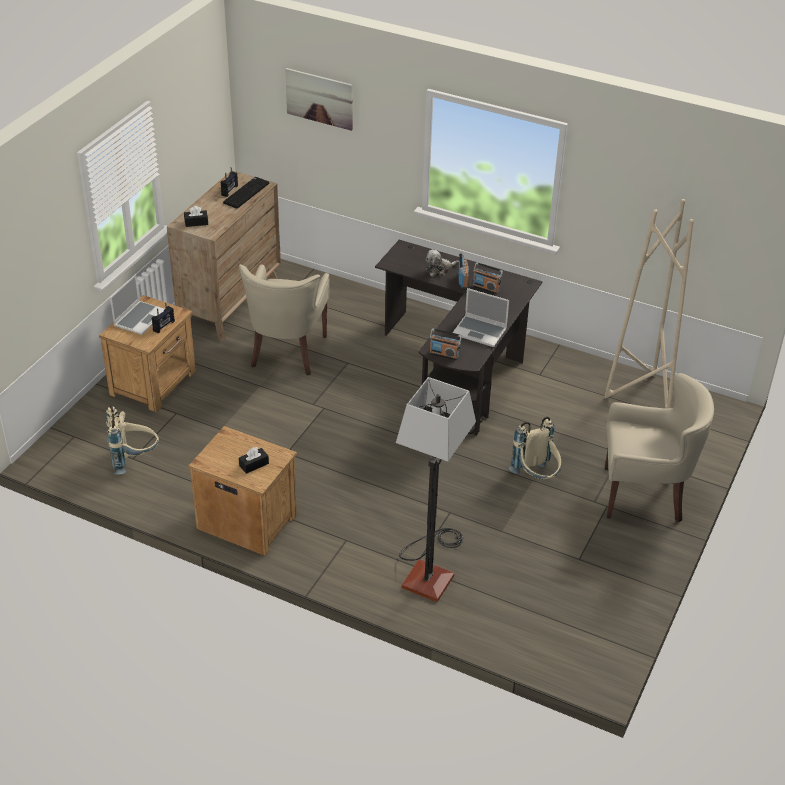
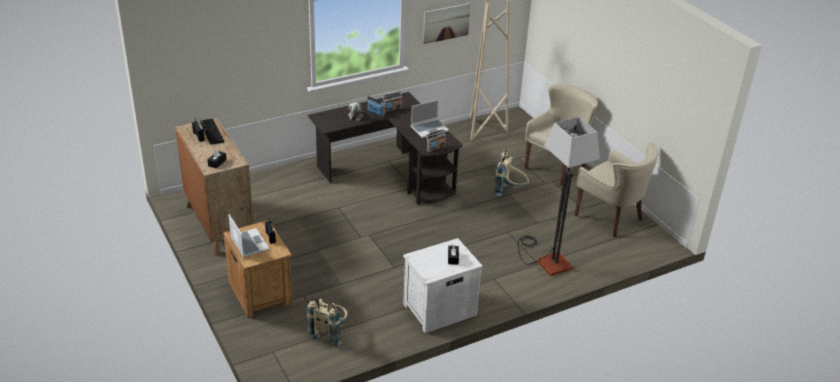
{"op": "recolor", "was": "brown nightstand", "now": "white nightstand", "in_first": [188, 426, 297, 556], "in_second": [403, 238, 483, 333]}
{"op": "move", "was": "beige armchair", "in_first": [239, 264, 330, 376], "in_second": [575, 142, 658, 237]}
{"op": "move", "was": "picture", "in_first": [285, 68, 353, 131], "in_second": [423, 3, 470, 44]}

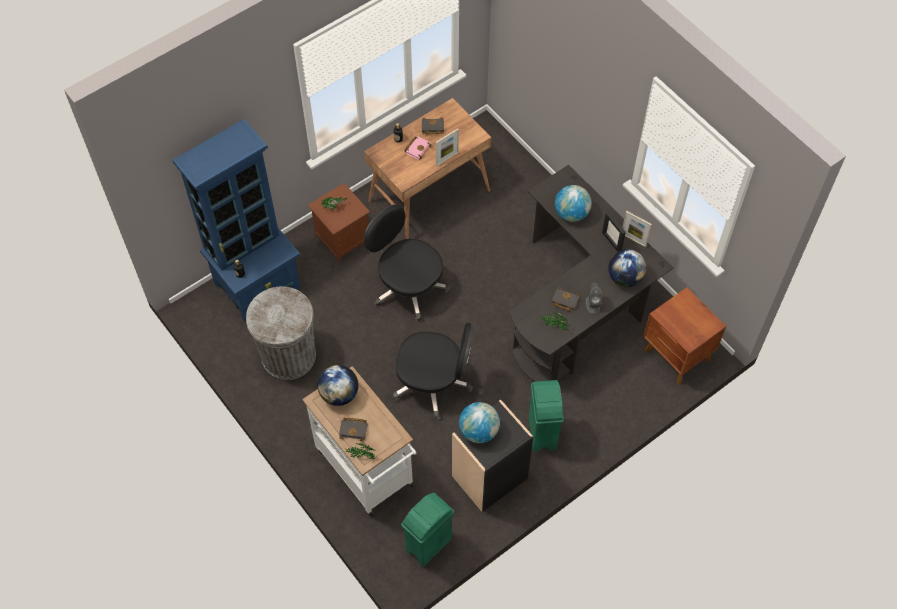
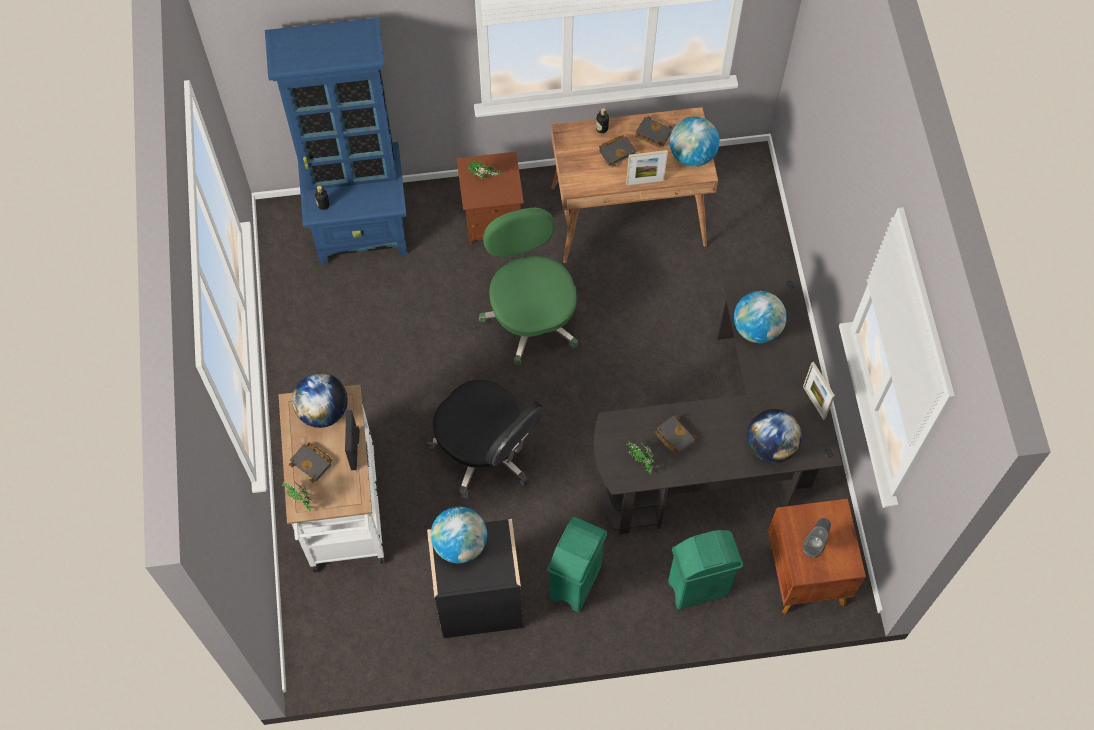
{"op": "delete", "was": "grey trash can", "in_first": [246, 286, 316, 380]}
{"op": "recolor", "was": "black office chair", "now": "green office chair", "in_first": [364, 205, 450, 322], "in_second": [479, 208, 579, 366]}
{"op": "move", "was": "green trash can", "in_first": [401, 493, 454, 567], "in_second": [668, 530, 743, 610]}
{"op": "recolor", "was": "pink book", "now": "black book", "in_first": [404, 136, 432, 160], "in_second": [599, 135, 636, 167]}
{"op": "move", "was": "grey speaker", "in_first": [586, 283, 602, 314], "in_second": [803, 518, 831, 558]}
{"op": "move", "was": "picture frame", "in_first": [602, 212, 626, 252], "in_second": [345, 410, 360, 470]}
{"op": "insert", "now": "globe", "in_second": [669, 117, 719, 167]}

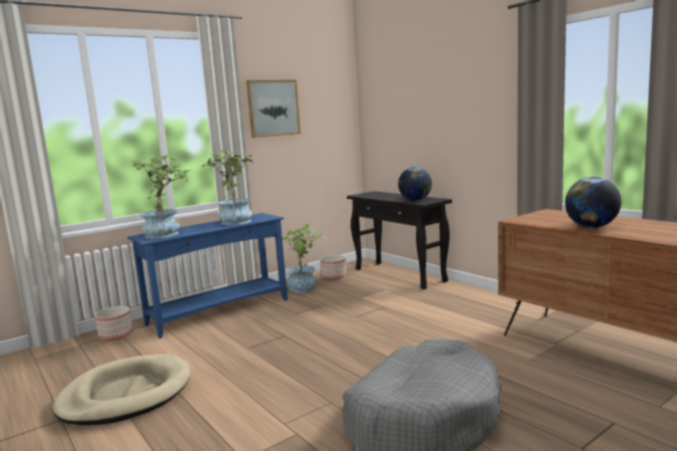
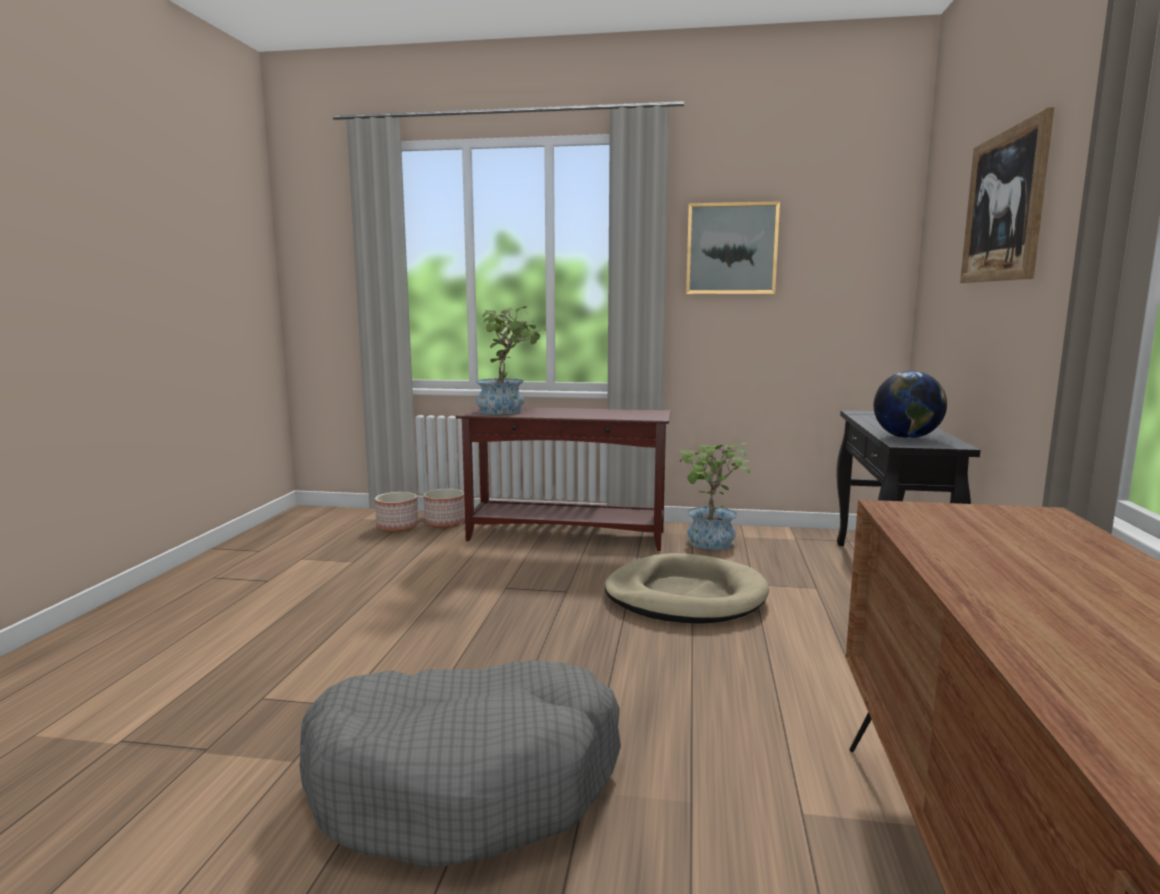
{"op": "move", "was": "beige dog bed", "in_first": [53, 354, 190, 425], "in_second": [605, 553, 769, 624]}
{"op": "recolor", "was": "blue console table", "now": "brown console table", "in_first": [127, 213, 288, 338], "in_second": [456, 406, 671, 551]}
{"op": "delete", "was": "potted plant", "in_first": [202, 150, 254, 225]}
{"op": "move", "was": "planter", "in_first": [320, 255, 347, 280], "in_second": [375, 492, 418, 532]}
{"op": "delete", "was": "globe", "in_first": [565, 177, 621, 228]}
{"op": "insert", "now": "picture", "in_second": [960, 107, 1054, 283]}

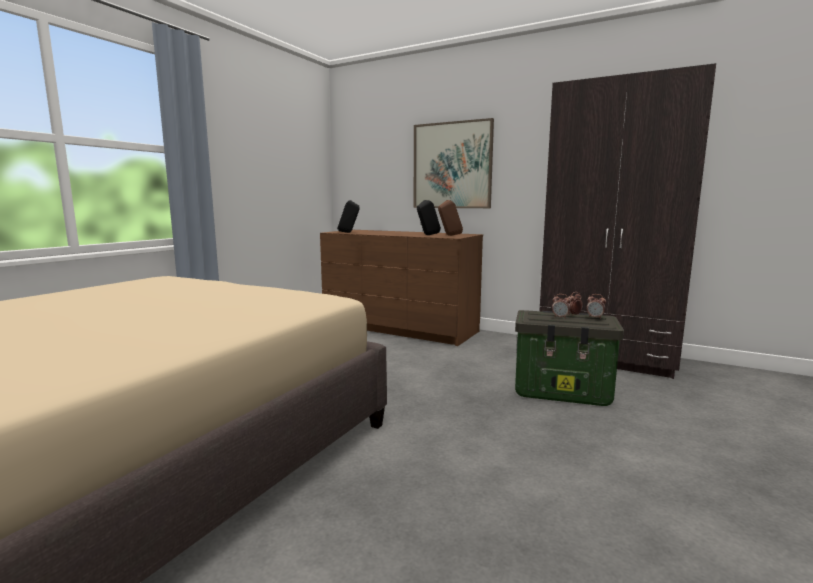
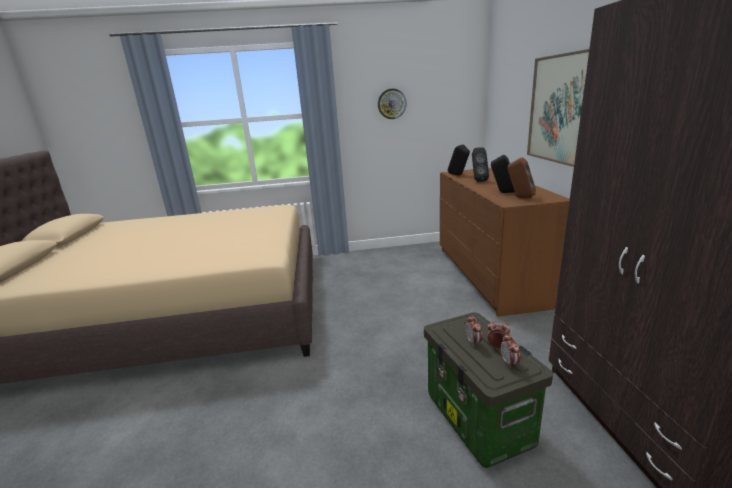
{"op": "insert", "now": "wall clock", "in_second": [378, 89, 406, 119]}
{"op": "insert", "now": "black speaker", "in_second": [472, 147, 489, 182]}

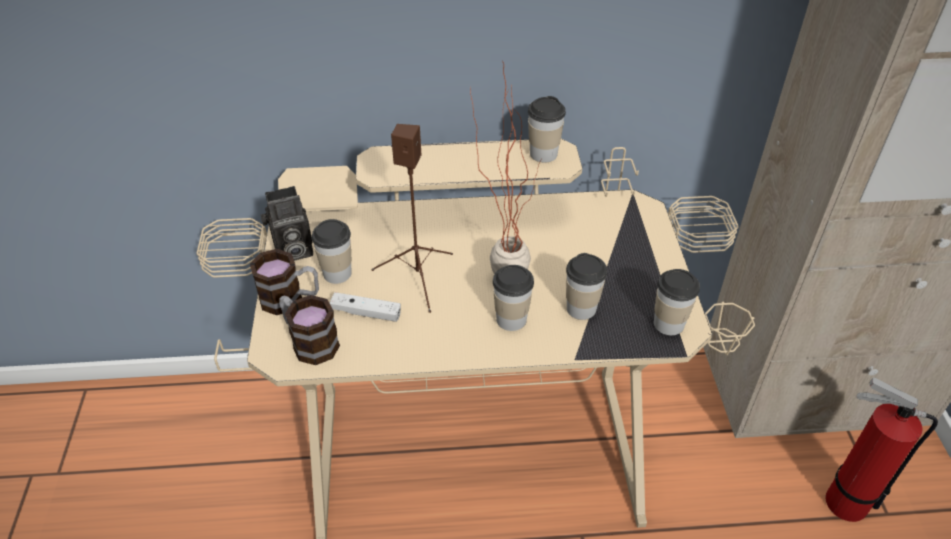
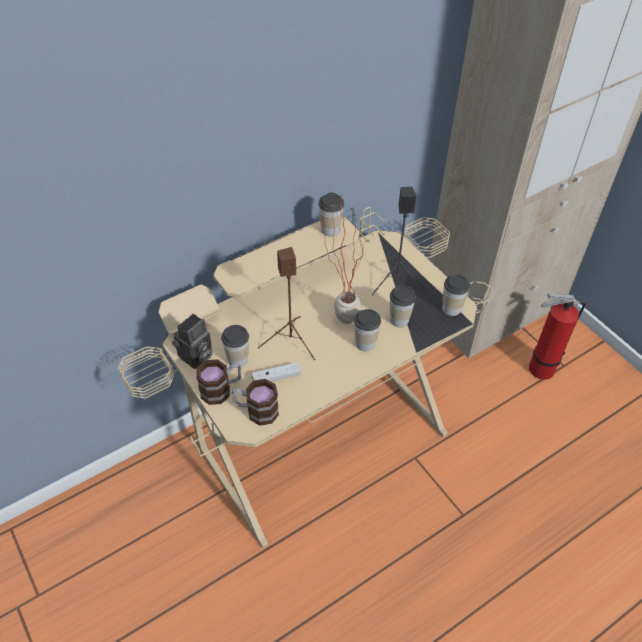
{"op": "insert", "now": "black speaker", "in_second": [372, 187, 426, 295]}

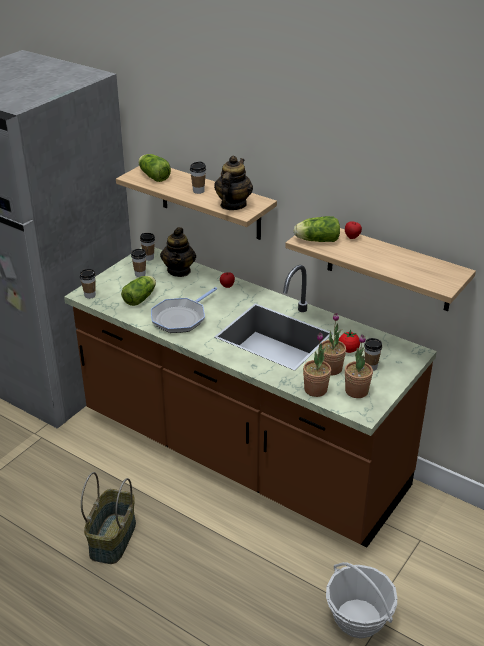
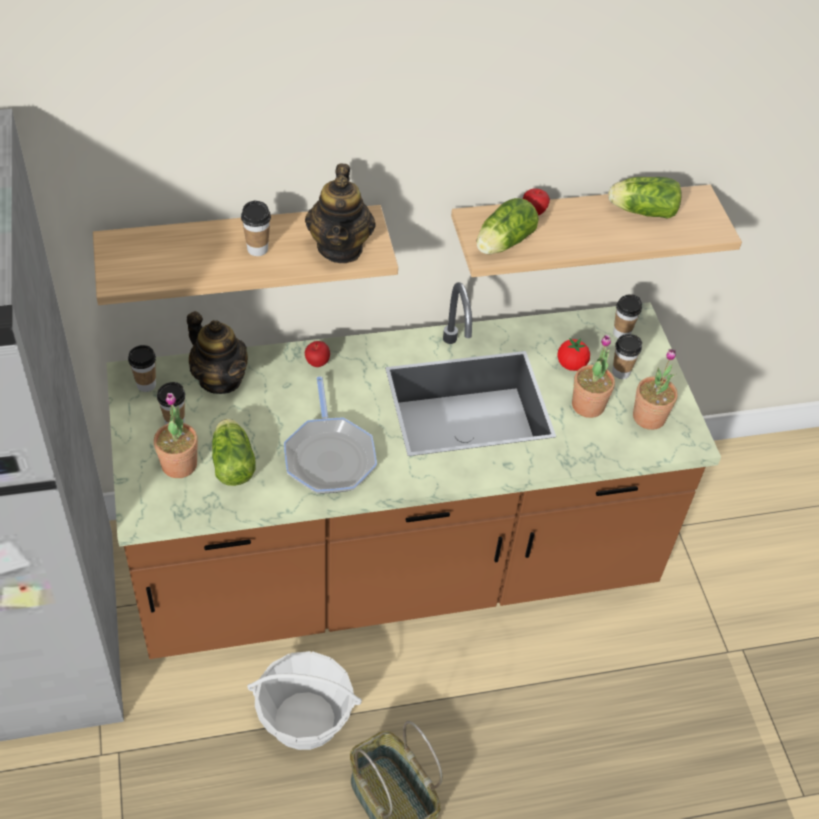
{"op": "move", "was": "cup", "in_first": [80, 269, 96, 299], "in_second": [613, 294, 642, 338]}
{"op": "move", "was": "lettuce", "in_first": [138, 154, 171, 182], "in_second": [608, 177, 682, 219]}
{"op": "rotate", "was": "teapot", "in_first": [214, 156, 253, 210], "in_second": [305, 164, 376, 263], "clockwise": -150}
{"op": "move", "was": "potted plant", "in_first": [303, 332, 331, 397], "in_second": [154, 393, 198, 478]}
{"op": "move", "was": "basket", "in_first": [326, 562, 398, 639], "in_second": [247, 651, 362, 750]}

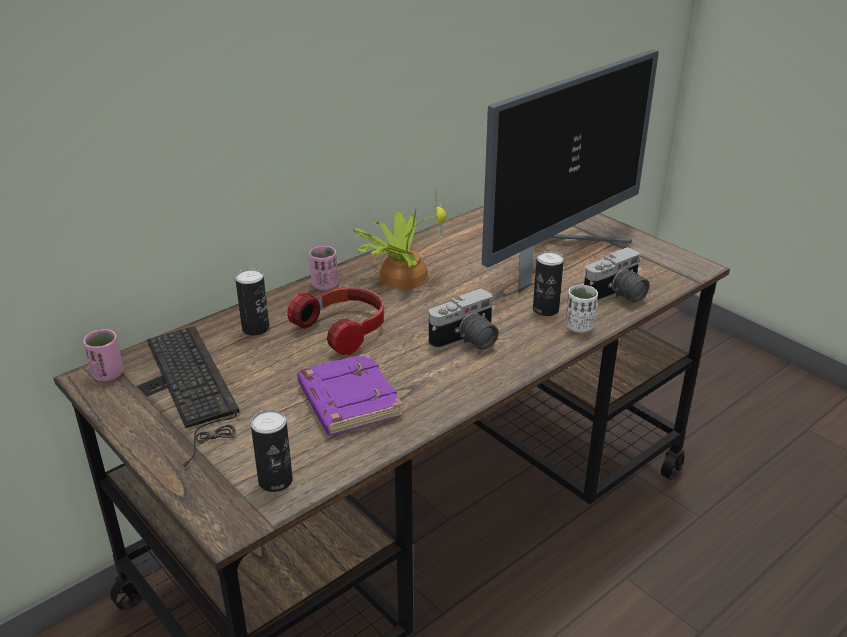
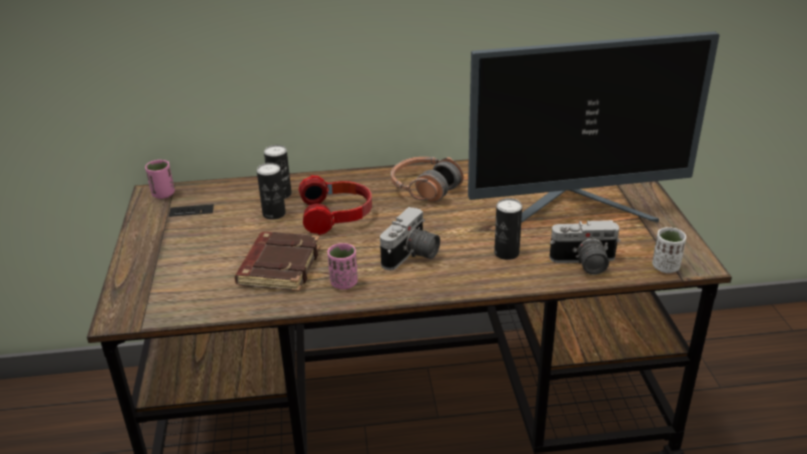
{"op": "delete", "was": "keyboard", "in_first": [147, 326, 239, 468]}
{"op": "move", "was": "can", "in_first": [251, 410, 293, 492], "in_second": [257, 163, 286, 220]}
{"op": "recolor", "was": "purple book", "now": "brown book", "in_first": [297, 353, 403, 435], "in_second": [235, 232, 320, 292]}
{"op": "move", "was": "pink cup", "in_first": [309, 246, 338, 291], "in_second": [327, 243, 358, 290]}
{"op": "replace", "was": "potted plant", "now": "headphones", "in_first": [352, 192, 446, 289], "in_second": [391, 157, 464, 202]}
{"op": "rotate", "was": "photo camera", "in_first": [429, 289, 499, 350], "in_second": [380, 207, 440, 270], "clockwise": -60}
{"op": "move", "was": "white cup", "in_first": [566, 285, 598, 333], "in_second": [652, 227, 686, 273]}

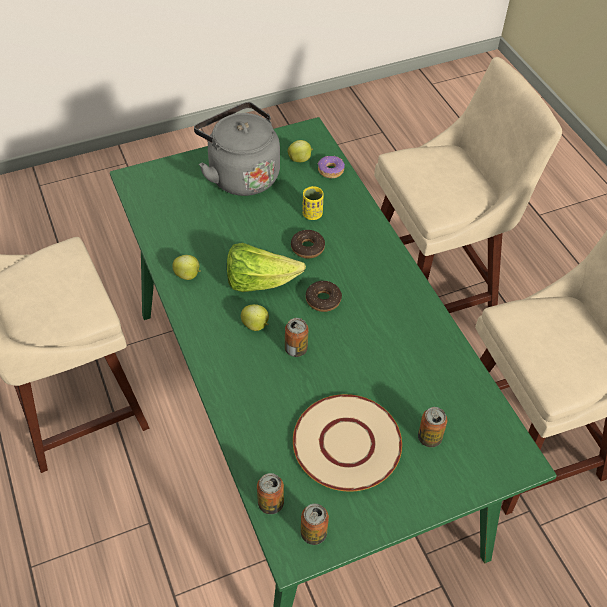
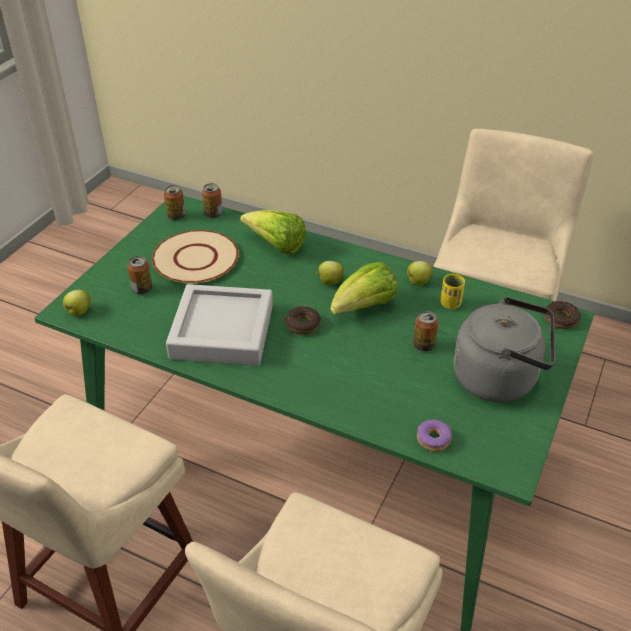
{"op": "move", "was": "can", "in_first": [285, 318, 309, 357], "in_second": [413, 311, 438, 351]}
{"op": "move", "was": "apple", "in_first": [288, 140, 313, 162], "in_second": [63, 290, 90, 316]}
{"op": "move", "was": "donut", "in_first": [291, 230, 325, 259], "in_second": [544, 301, 581, 329]}
{"op": "move", "was": "yellow cup", "in_first": [302, 186, 324, 220], "in_second": [440, 274, 465, 309]}
{"op": "insert", "now": "grey tray", "in_second": [166, 284, 273, 366]}
{"op": "insert", "now": "lettuce", "in_second": [240, 210, 306, 255]}

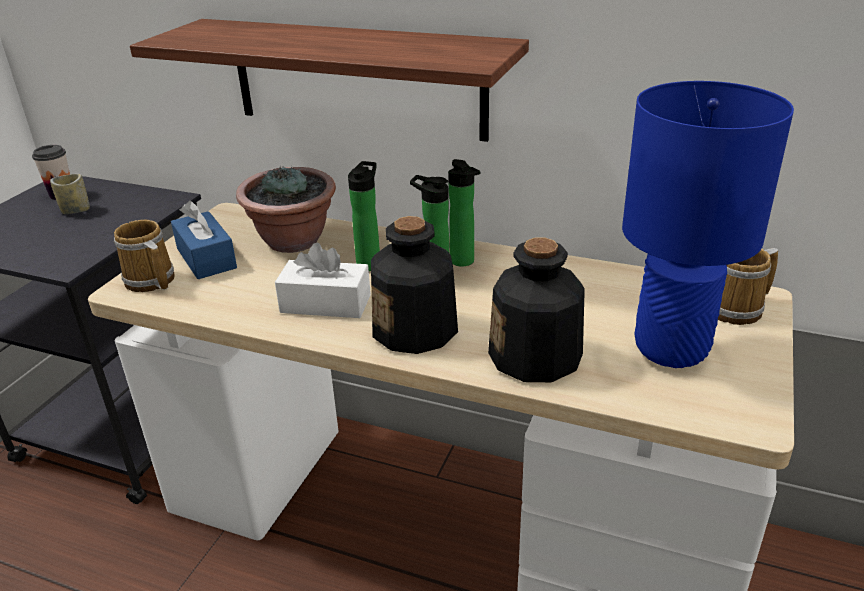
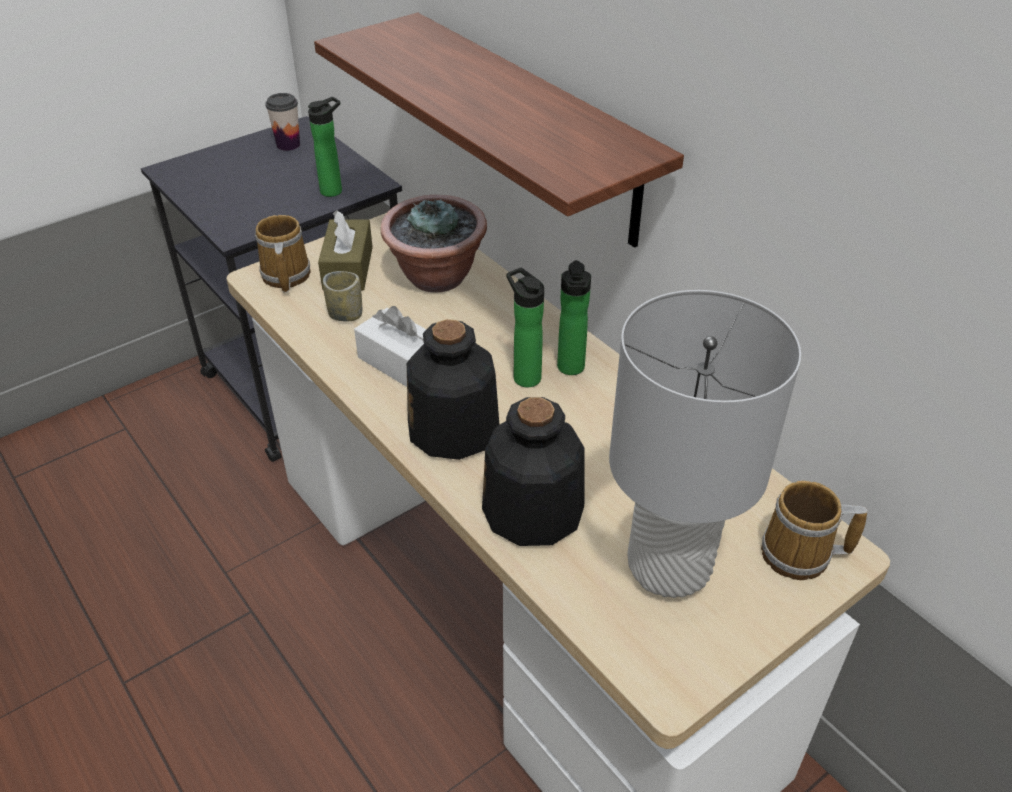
{"op": "move", "was": "cup", "in_first": [50, 174, 90, 214], "in_second": [323, 271, 362, 322]}
{"op": "recolor", "was": "blue tissue box", "now": "brown tissue box", "in_first": [171, 201, 237, 279], "in_second": [318, 210, 373, 290]}
{"op": "move", "was": "bottle", "in_first": [348, 161, 380, 271], "in_second": [308, 97, 342, 197]}
{"op": "recolor", "was": "blue table lamp", "now": "grey table lamp", "in_first": [622, 81, 794, 368], "in_second": [609, 290, 801, 598]}

